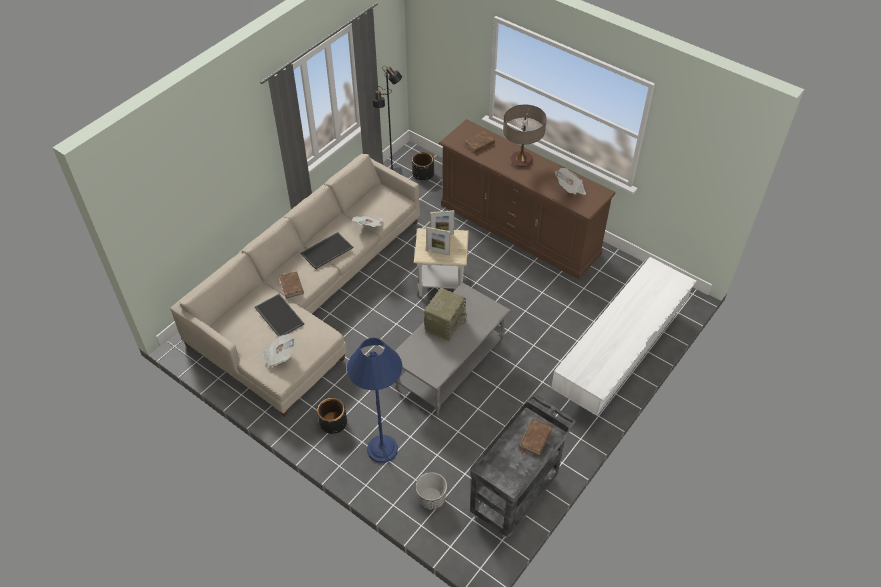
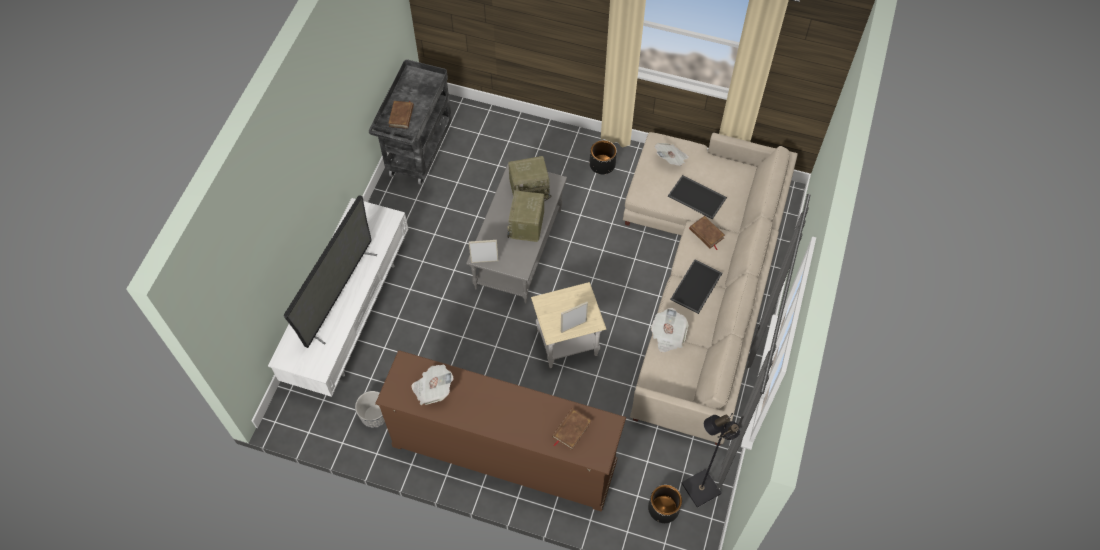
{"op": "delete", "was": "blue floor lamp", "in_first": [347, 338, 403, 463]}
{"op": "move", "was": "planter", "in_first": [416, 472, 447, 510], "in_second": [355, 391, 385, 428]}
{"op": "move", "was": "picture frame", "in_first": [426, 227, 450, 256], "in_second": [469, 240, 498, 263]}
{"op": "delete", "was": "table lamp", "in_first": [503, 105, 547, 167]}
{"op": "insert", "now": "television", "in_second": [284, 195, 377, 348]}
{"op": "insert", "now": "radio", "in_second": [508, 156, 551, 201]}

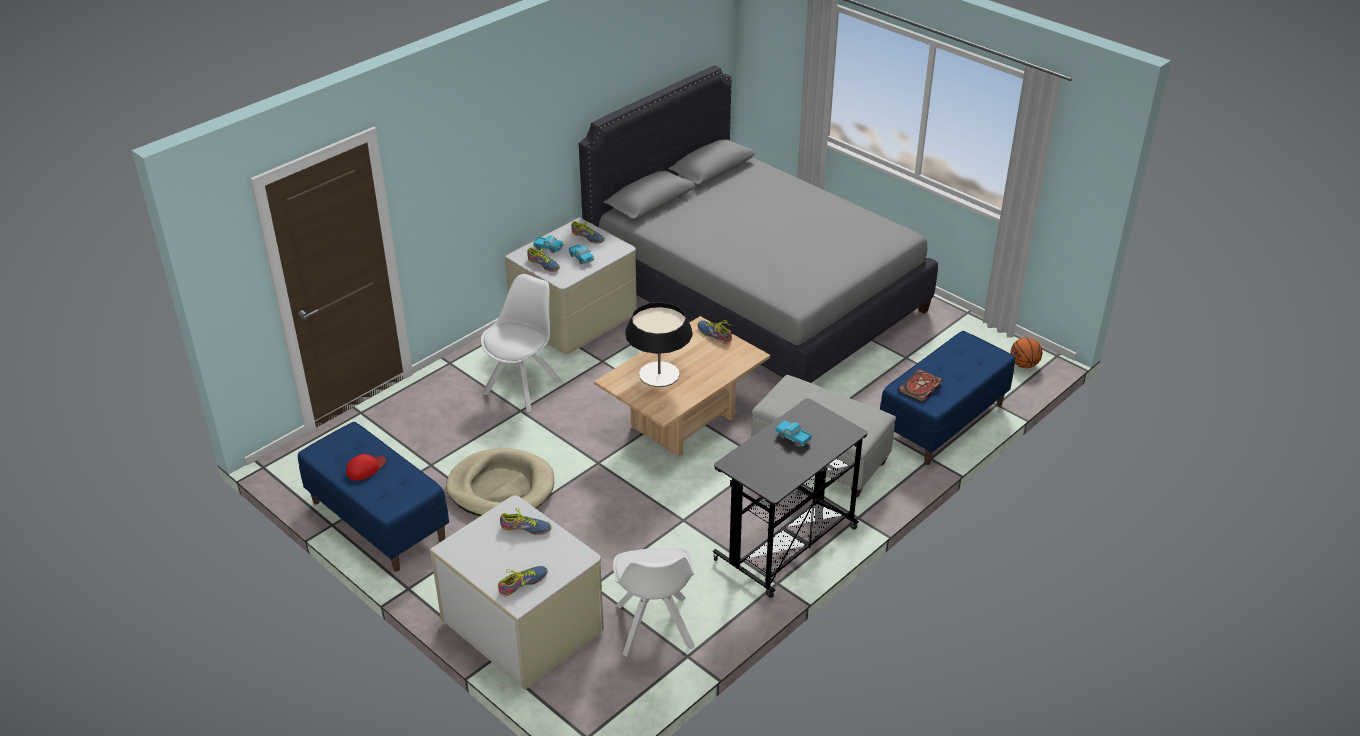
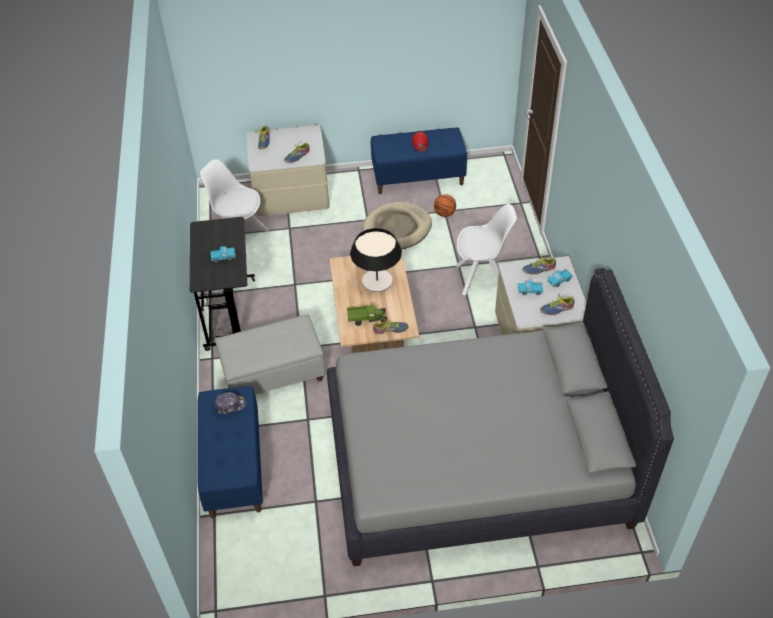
{"op": "rotate", "was": "white chair", "in_first": [481, 274, 561, 412], "in_second": [456, 204, 517, 295], "clockwise": -75}
{"op": "replace", "was": "book", "now": "cap", "in_first": [898, 369, 943, 402], "in_second": [215, 392, 246, 414]}
{"op": "move", "was": "basketball", "in_first": [1010, 337, 1042, 368], "in_second": [434, 194, 456, 217]}
{"op": "insert", "now": "toy truck", "in_second": [347, 305, 387, 326]}

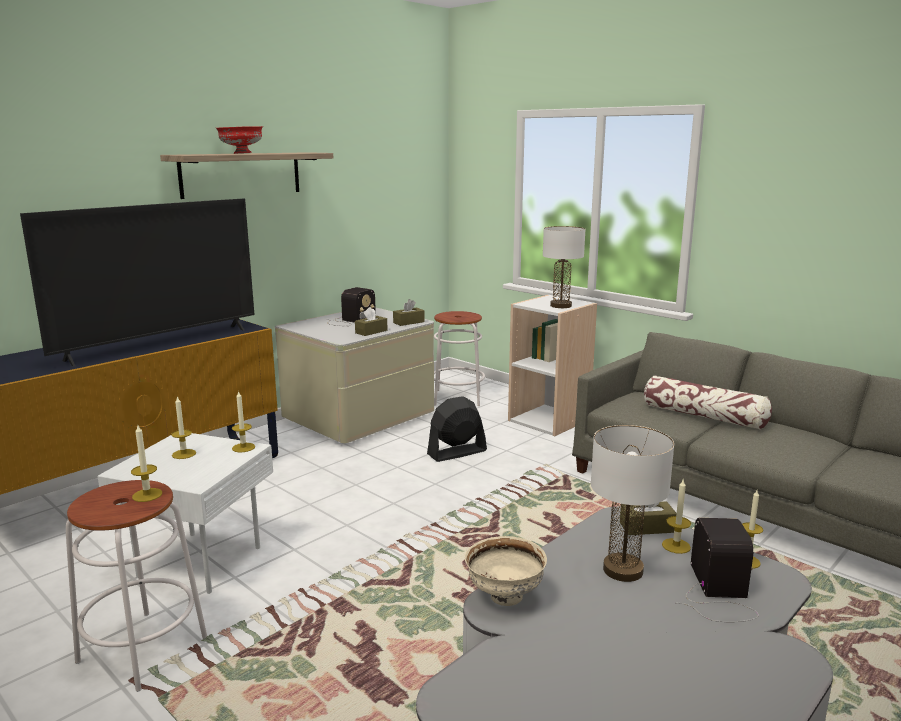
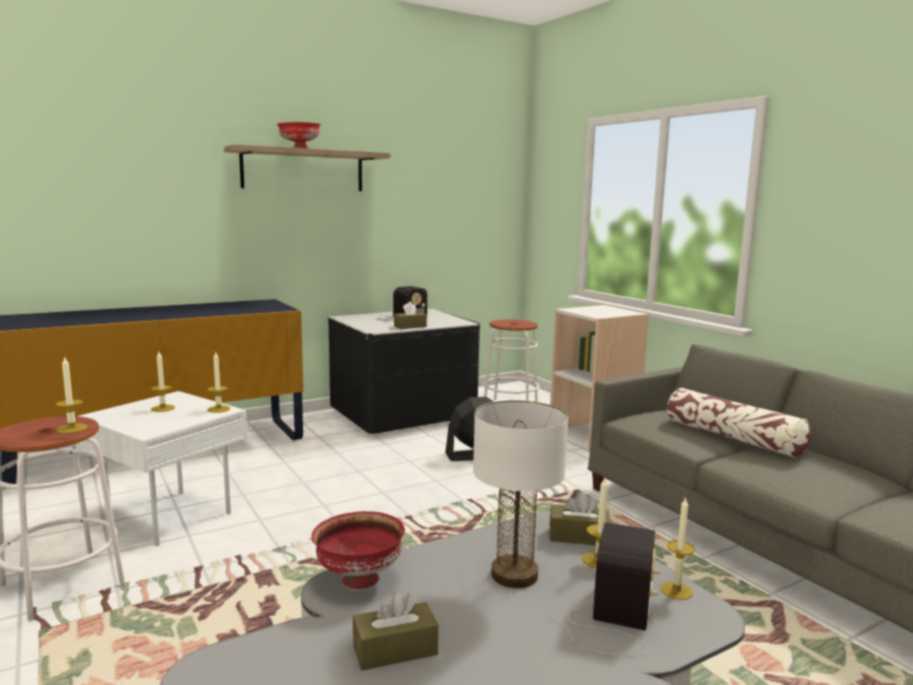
{"op": "delete", "was": "television", "in_first": [20, 198, 254, 367]}
{"op": "recolor", "was": "beige nightstand", "now": "black nightstand", "in_first": [275, 307, 434, 443], "in_second": [328, 309, 480, 434]}
{"op": "move", "was": "brown tissue box", "in_first": [393, 299, 425, 326], "in_second": [353, 592, 438, 671]}
{"op": "recolor", "was": "beige bowl", "now": "red bowl", "in_first": [465, 536, 547, 606], "in_second": [311, 511, 405, 589]}
{"op": "delete", "was": "table lamp", "in_first": [543, 226, 585, 308]}

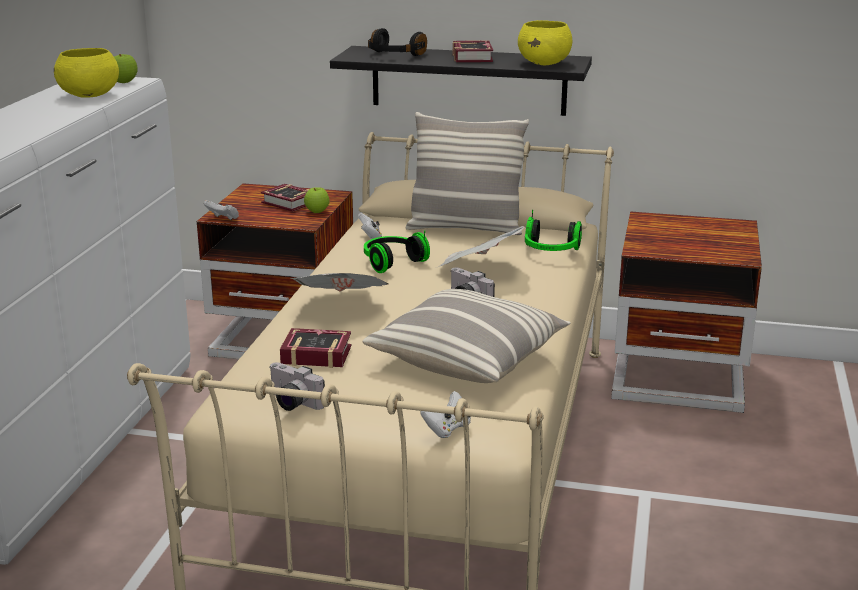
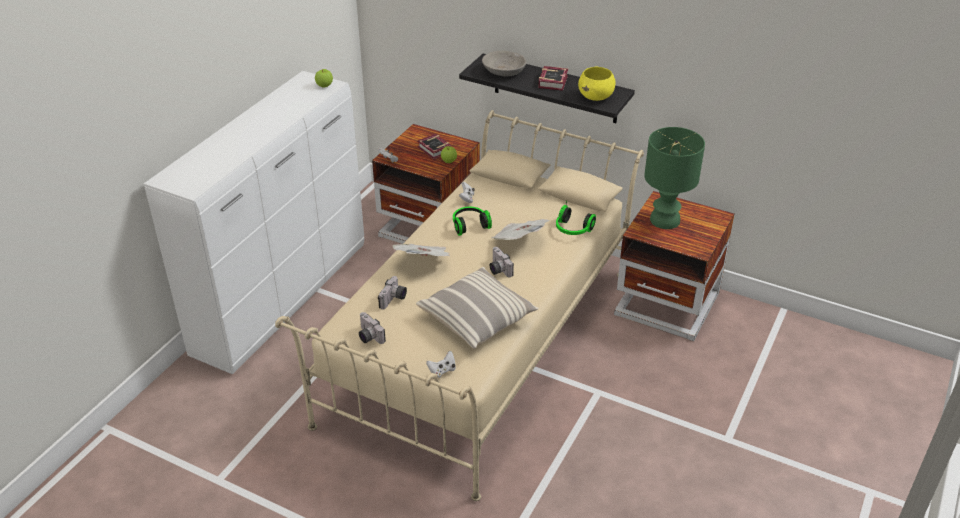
{"op": "delete", "was": "yellow bowl", "in_first": [54, 48, 119, 98]}
{"op": "replace", "was": "book", "now": "photo camera", "in_first": [280, 328, 351, 368], "in_second": [378, 276, 407, 309]}
{"op": "replace", "was": "black headphones", "now": "grey bowl", "in_first": [368, 28, 427, 56], "in_second": [482, 51, 526, 76]}
{"op": "delete", "was": "pillow", "in_first": [406, 112, 529, 235]}
{"op": "insert", "now": "green table lamp", "in_second": [644, 127, 705, 229]}

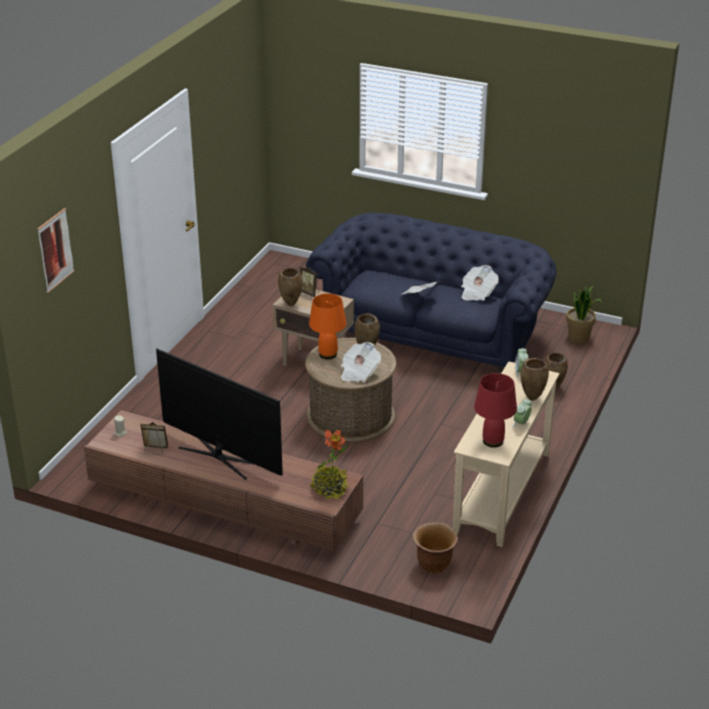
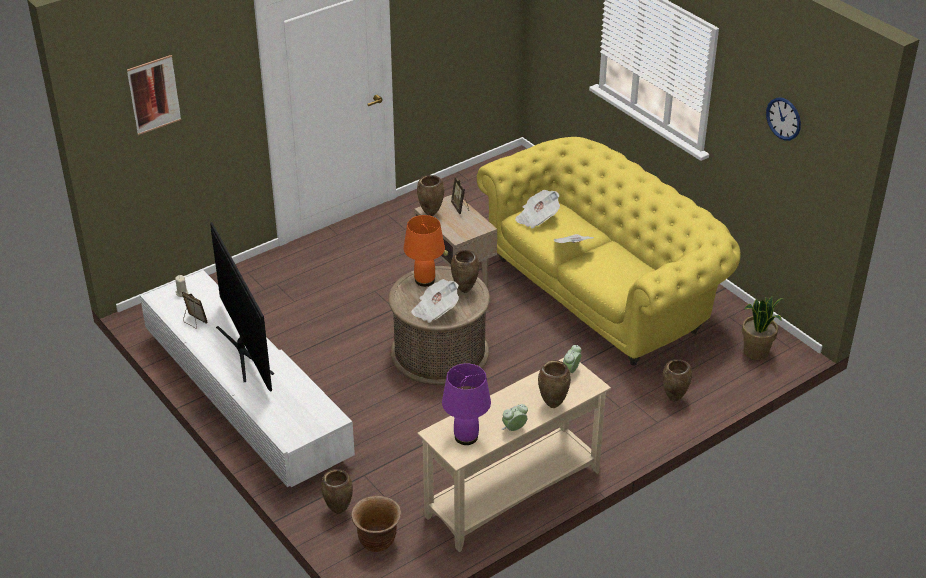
{"op": "recolor", "was": "brown tv stand", "now": "white tv stand", "in_first": [84, 410, 363, 551], "in_second": [140, 270, 355, 487]}
{"op": "recolor", "was": "blue sofa", "now": "yellow sofa", "in_first": [306, 213, 556, 374], "in_second": [477, 137, 741, 366]}
{"op": "delete", "was": "potted plant", "in_first": [310, 430, 349, 500]}
{"op": "move", "was": "newspaper", "in_first": [461, 265, 499, 301], "in_second": [515, 190, 560, 229]}
{"op": "recolor", "was": "red table lamp", "now": "purple table lamp", "in_first": [474, 373, 517, 448], "in_second": [442, 363, 491, 445]}
{"op": "insert", "now": "brown vase", "in_second": [321, 469, 353, 514]}
{"op": "insert", "now": "wall clock", "in_second": [766, 97, 801, 140]}

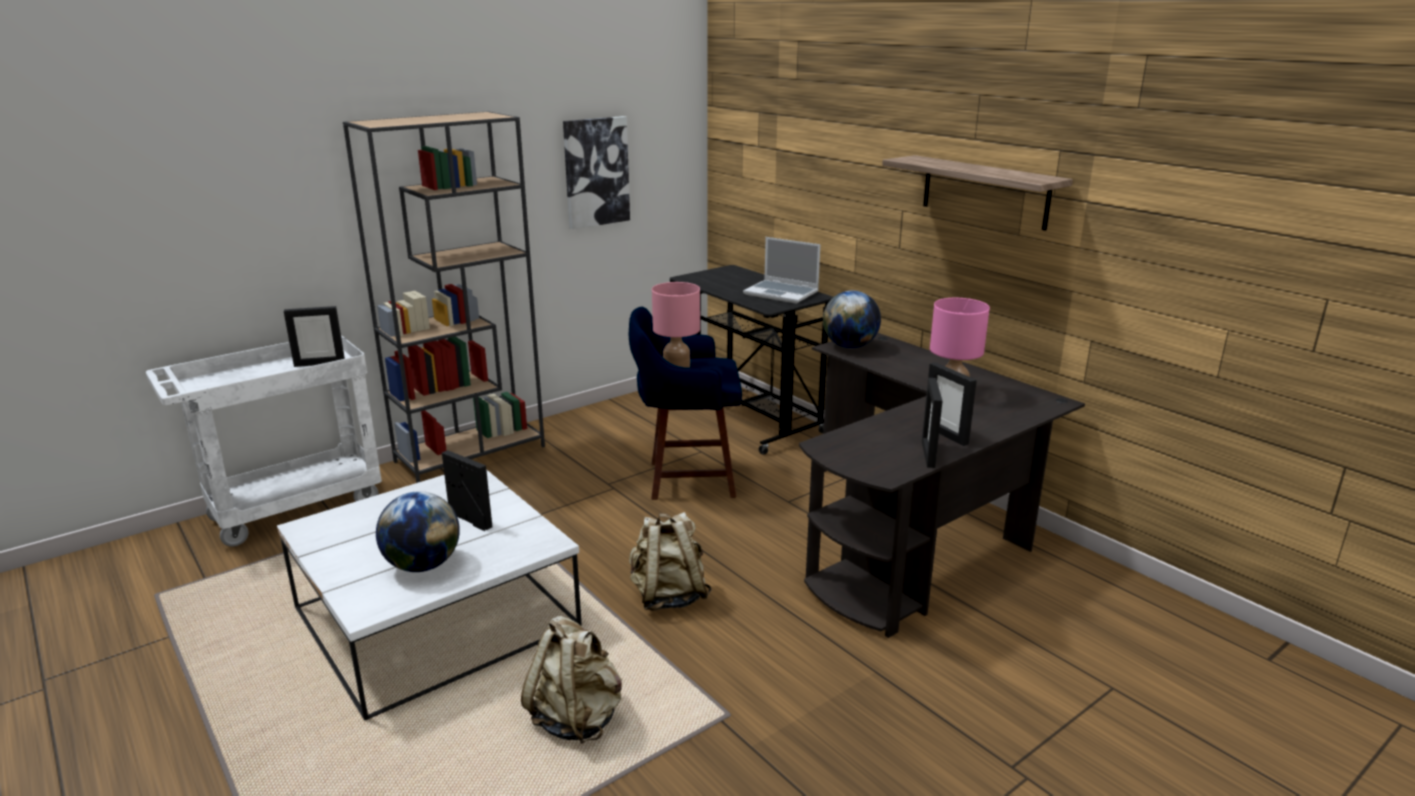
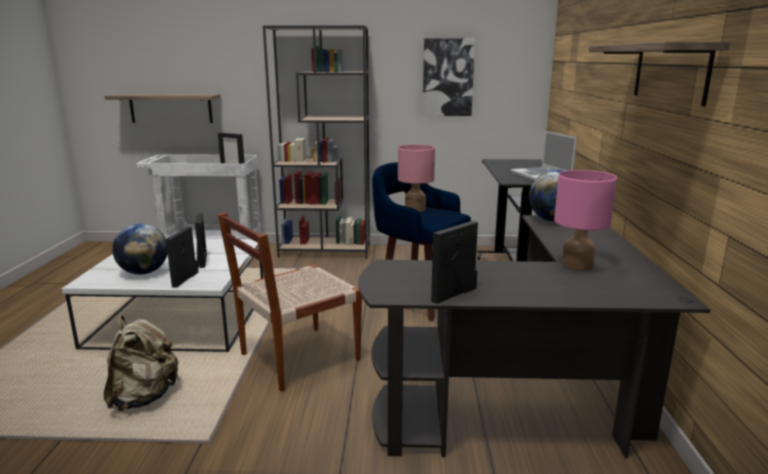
{"op": "replace", "was": "beige backpack", "now": "chair", "in_first": [629, 512, 712, 611], "in_second": [218, 212, 362, 392]}
{"op": "move", "was": "picture frame", "in_first": [928, 362, 977, 446], "in_second": [166, 227, 198, 288]}
{"op": "insert", "now": "shelf", "in_second": [104, 94, 221, 123]}

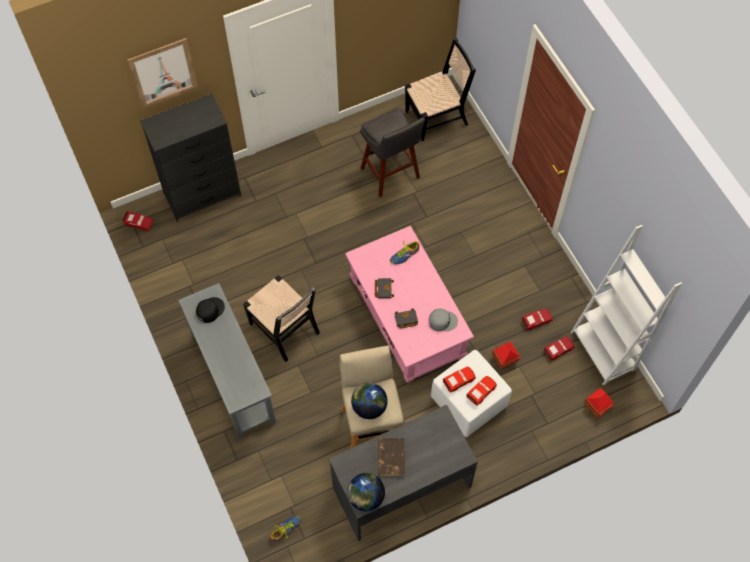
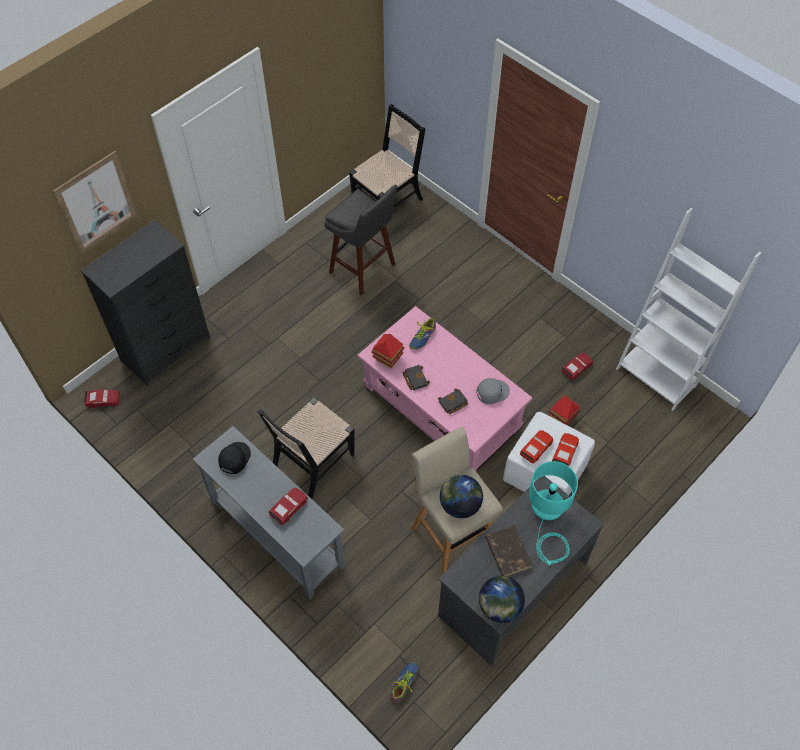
{"op": "rotate", "was": "chair", "in_first": [243, 275, 320, 362], "in_second": [258, 398, 355, 499], "clockwise": 105}
{"op": "move", "was": "red toy car", "in_first": [544, 337, 574, 361], "in_second": [268, 488, 308, 525]}
{"op": "move", "was": "toy house", "in_first": [584, 388, 614, 418], "in_second": [371, 334, 405, 368]}
{"op": "insert", "now": "turquoise table lamp", "in_second": [529, 461, 578, 566]}

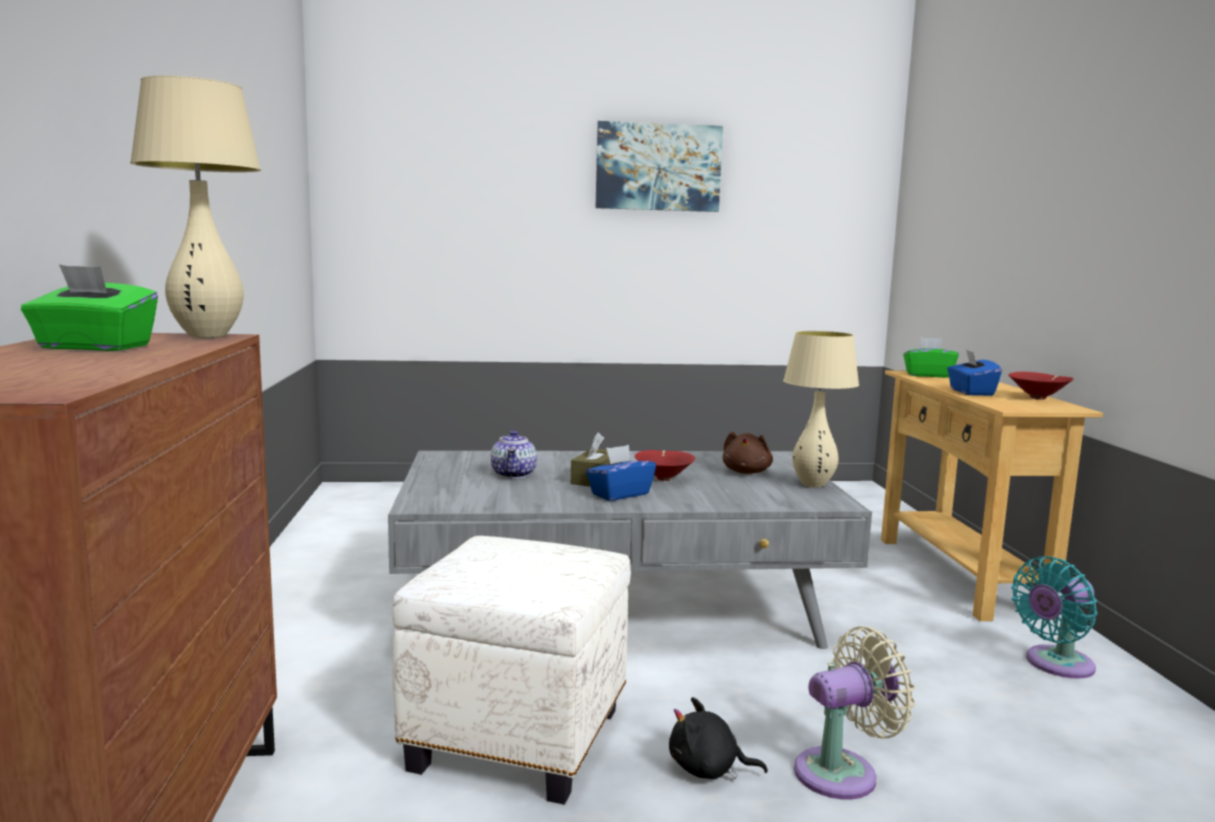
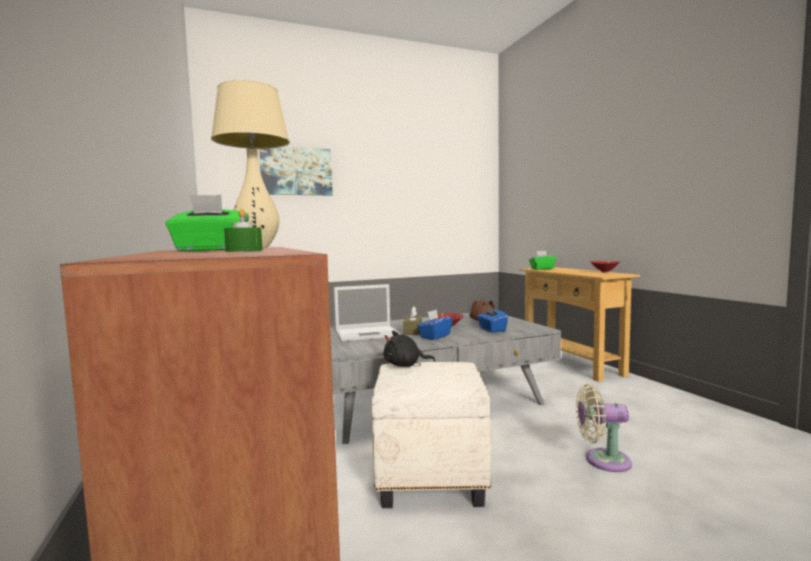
{"op": "replace", "was": "teapot", "now": "laptop", "in_first": [491, 430, 537, 479], "in_second": [334, 284, 401, 342]}
{"op": "move", "was": "picture", "in_first": [596, 121, 723, 212], "in_second": [259, 147, 333, 195]}
{"op": "move", "was": "black plush toy", "in_first": [669, 697, 768, 779], "in_second": [383, 330, 436, 367]}
{"op": "delete", "was": "beige table lamp", "in_first": [783, 331, 859, 488]}
{"op": "rotate", "was": "beige fan", "in_first": [794, 626, 915, 799], "in_second": [576, 384, 632, 472], "clockwise": -135}
{"op": "move", "was": "blue tissue box", "in_first": [947, 350, 1002, 396], "in_second": [477, 305, 508, 332]}
{"op": "delete", "was": "turquoise fan", "in_first": [1011, 556, 1097, 679]}
{"op": "insert", "now": "green candle", "in_second": [224, 209, 262, 252]}

